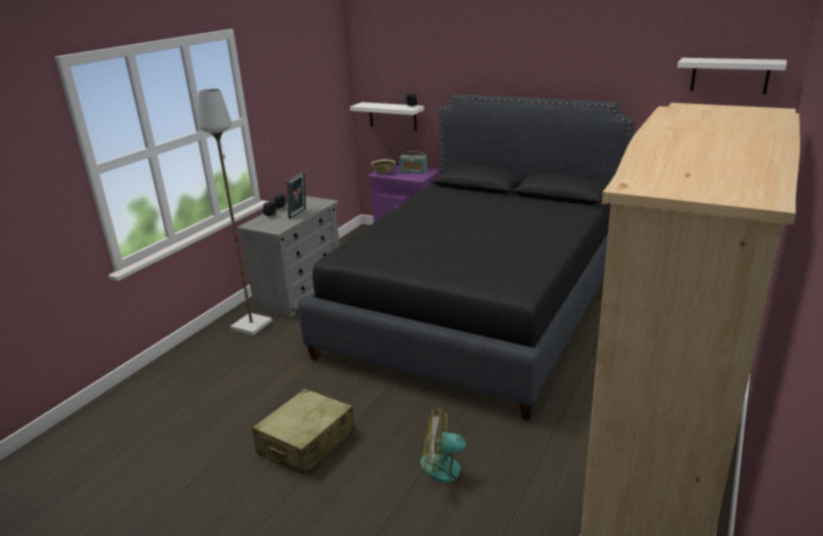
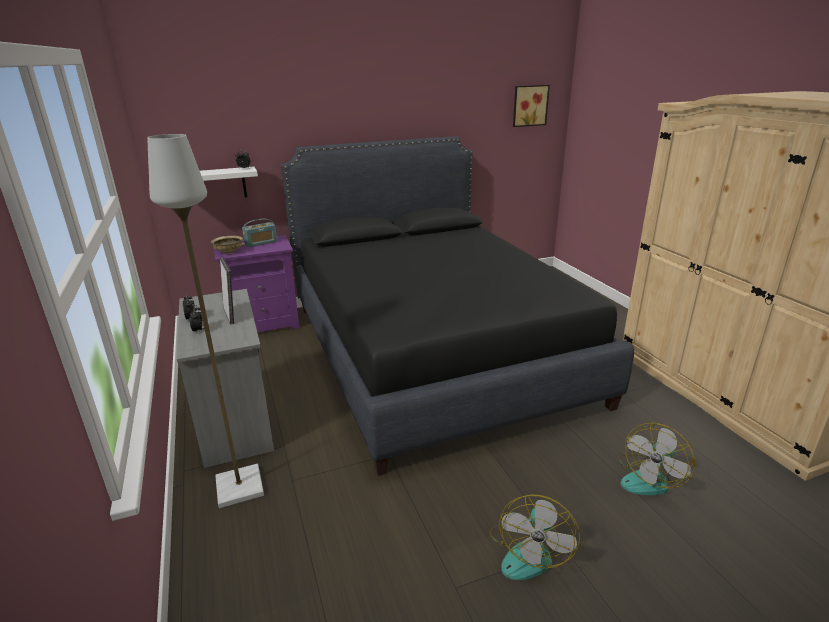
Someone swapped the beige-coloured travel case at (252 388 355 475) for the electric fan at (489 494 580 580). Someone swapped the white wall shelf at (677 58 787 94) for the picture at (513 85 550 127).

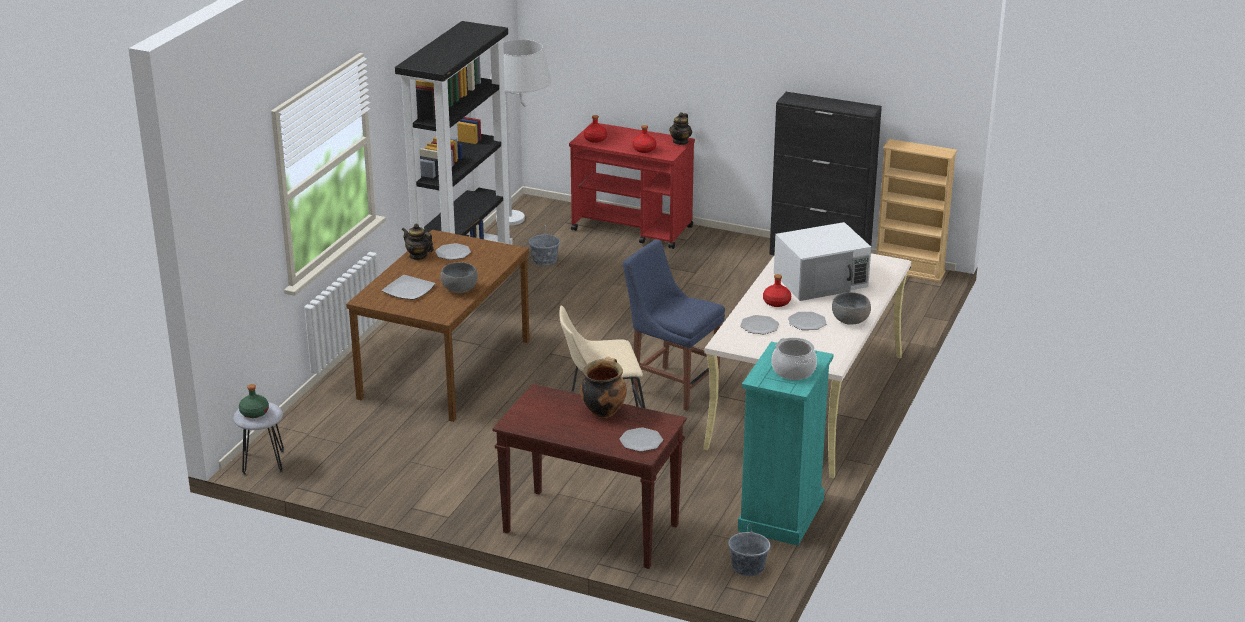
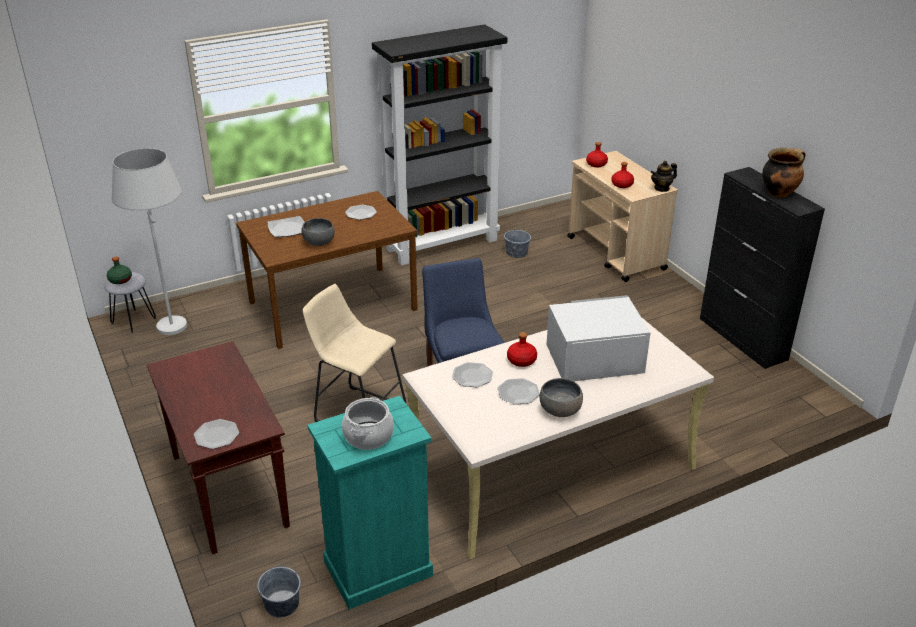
Someone took away the pot for tea at (402 224 434 260). Someone took away the beige-coloured bookshelf at (876 139 957 282). Someone carried the white floor lamp from (490 39 551 226) to (112 148 187 335). Someone carried the stockpot from (580 357 627 418) to (762 148 806 197). Someone repainted the reddish trolley at (569 122 695 249), which became the beige-coloured trolley at (567 151 678 282). Someone rotated the white microwave at (774 222 871 301) by 150 degrees clockwise.

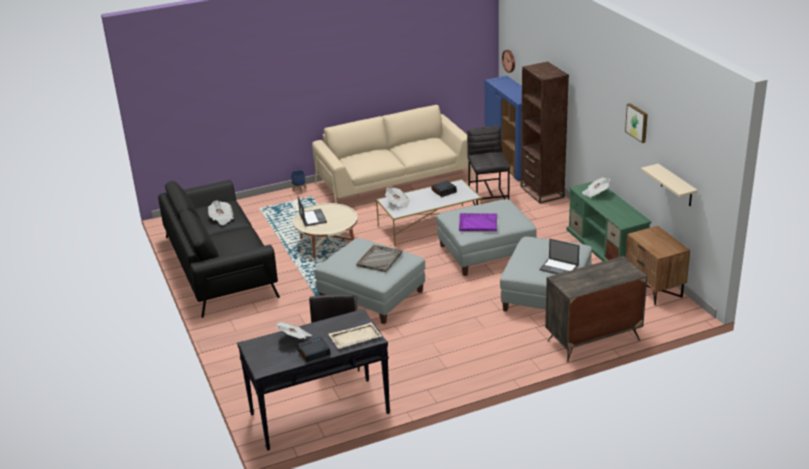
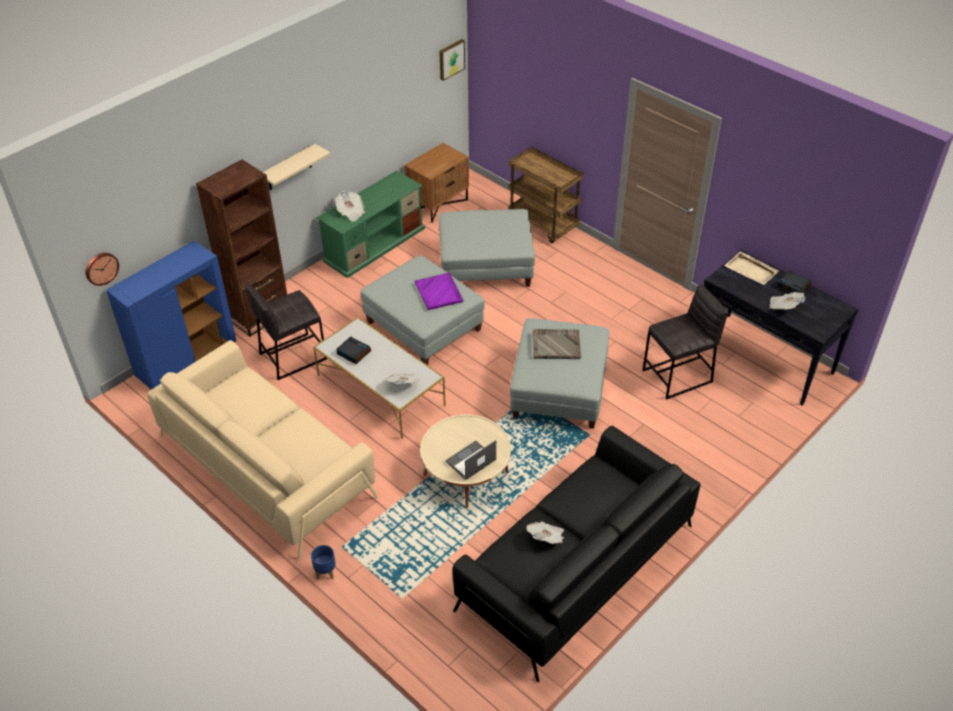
Someone took away the portable computer at (539 239 580 274). Someone carried the picture from (625 103 648 143) to (439 39 465 81). Someone carried the beige-coloured wall shelf from (641 164 698 206) to (263 144 330 190). Someone swapped the dresser at (545 256 647 362) for the brown-coloured trolley at (508 147 583 243).

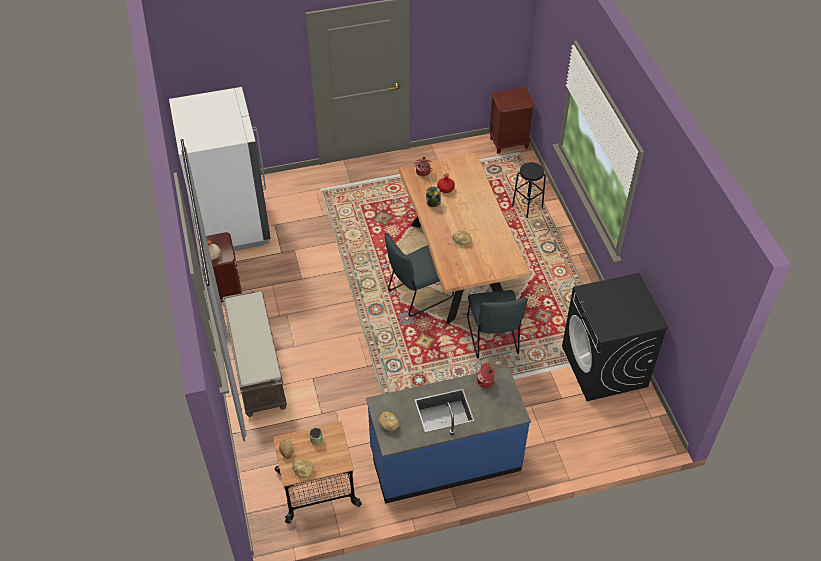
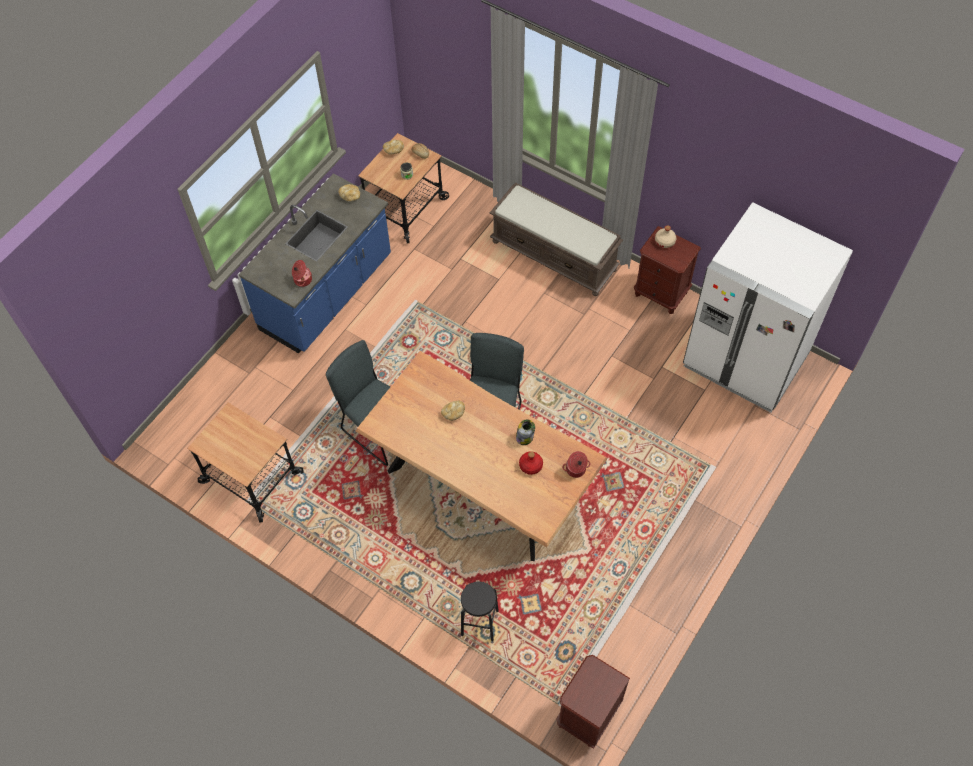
Someone swapped the black laundry machine at (562 273 669 401) for the trolley at (187 403 304 523).

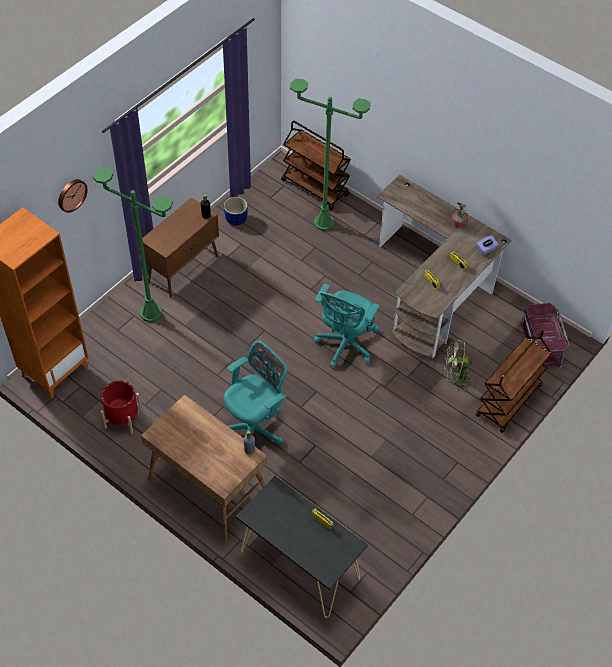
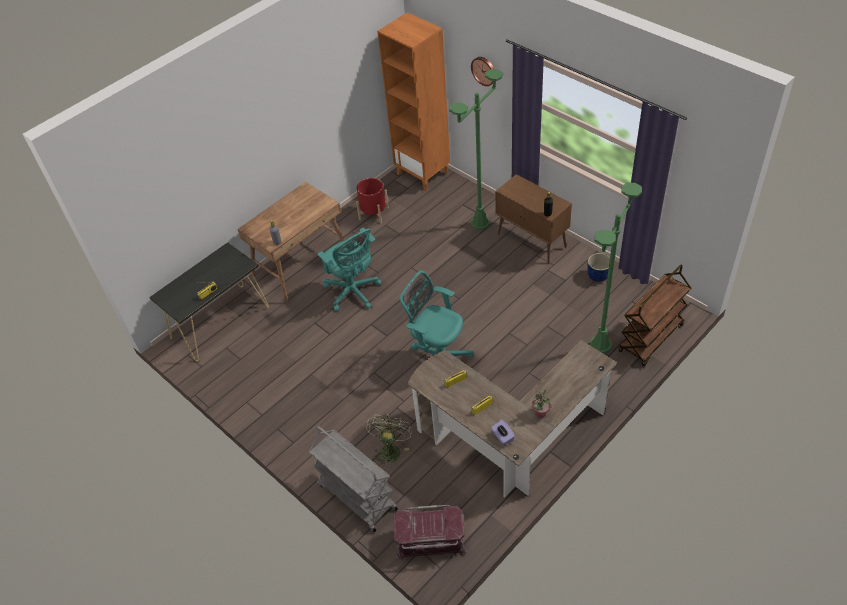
Someone repainted the brown-coloured trolley at (476 330 552 433), which became the grey trolley at (309 426 398 532).

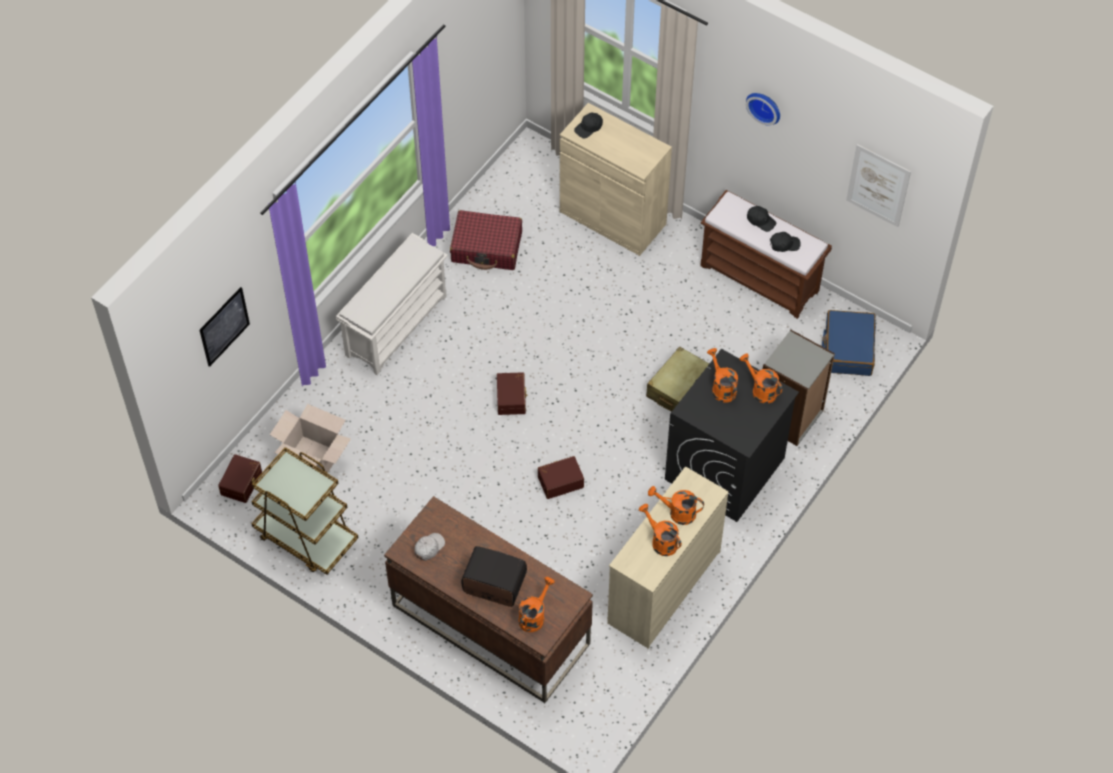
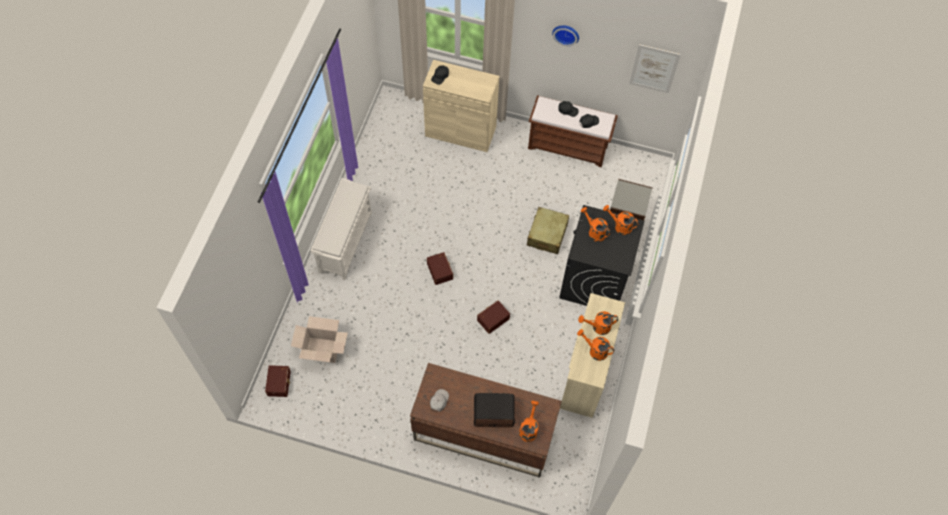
Someone took away the picture at (200 287 250 367). Someone took away the brown-coloured trolley at (251 447 358 575). Someone took away the reddish travel case at (450 210 522 270). Someone took away the blue-coloured travel case at (822 310 876 376).

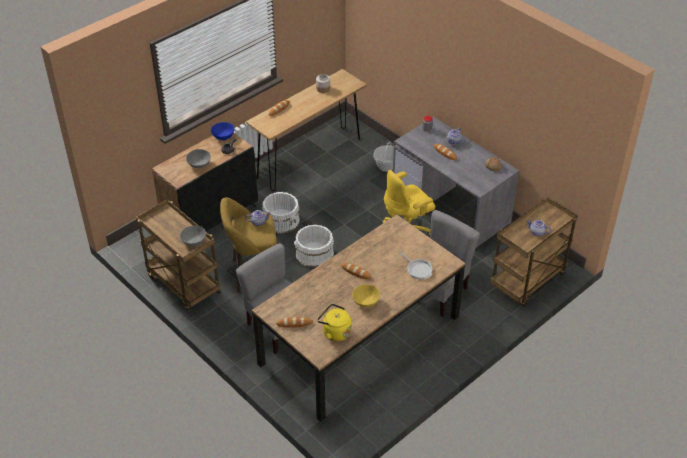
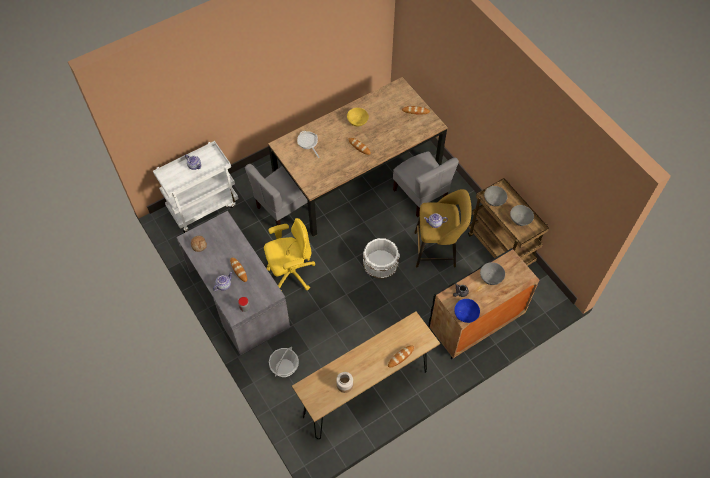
Someone took away the white pail at (262 192 300 234). Someone took away the yellow-coloured tea kettle at (317 304 352 341). Someone put down the grey deep dish at (510 205 534 226). Someone repainted the brown-coloured trolley at (490 197 578 307), which became the white trolley at (153 141 239 233).

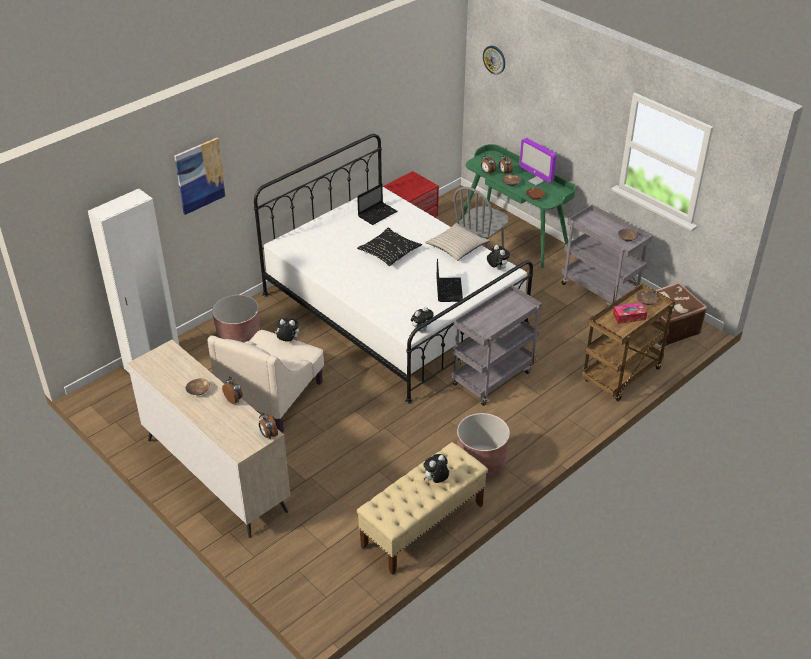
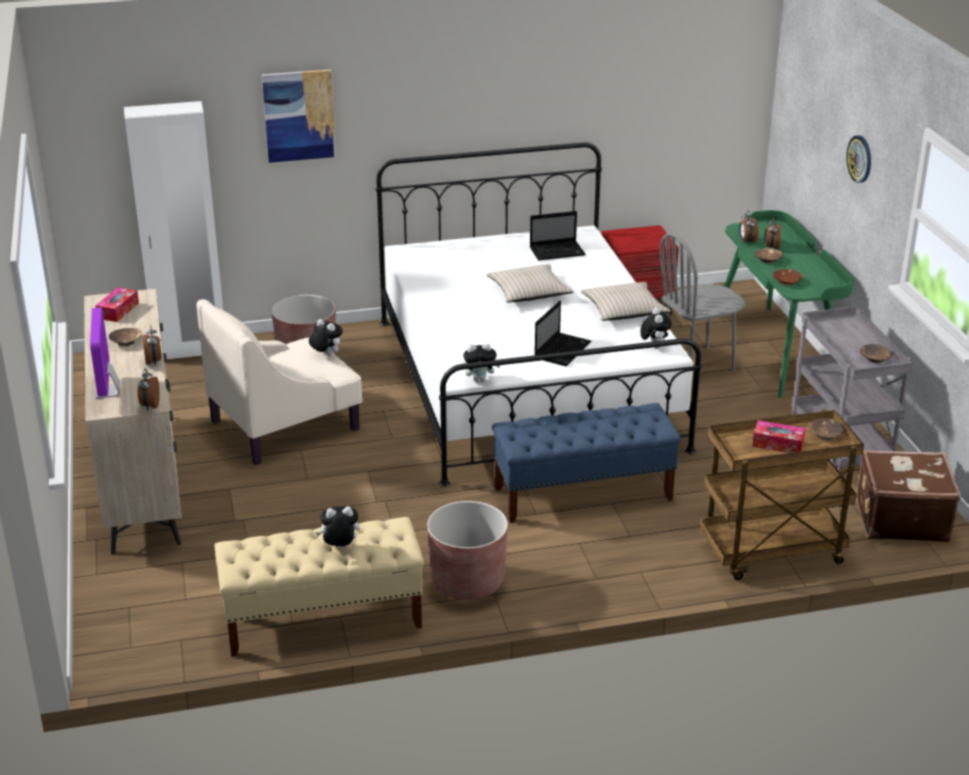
Someone put down the tissue box at (96 287 139 322). Someone carried the hanging clock from (483 46 505 75) to (846 135 871 183). Someone carried the computer display from (519 138 556 186) to (90 307 120 398). Someone swapped the grey trolley at (452 285 542 406) for the blue-coloured long seat at (492 403 681 523). Someone repainted the black pillow at (357 228 422 266), which became the beige-coloured pillow at (486 264 574 302).

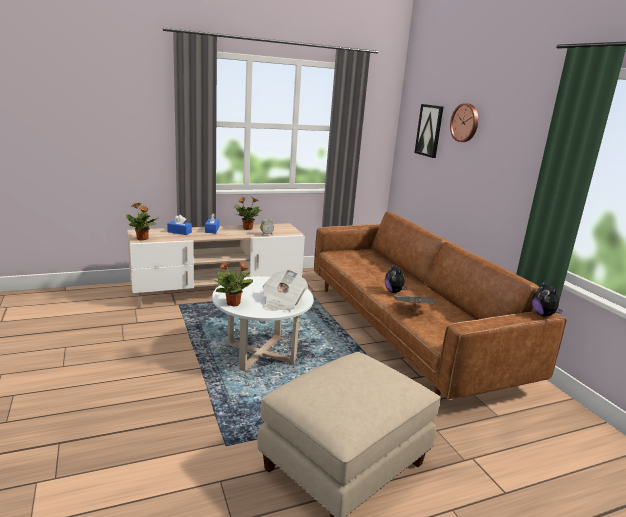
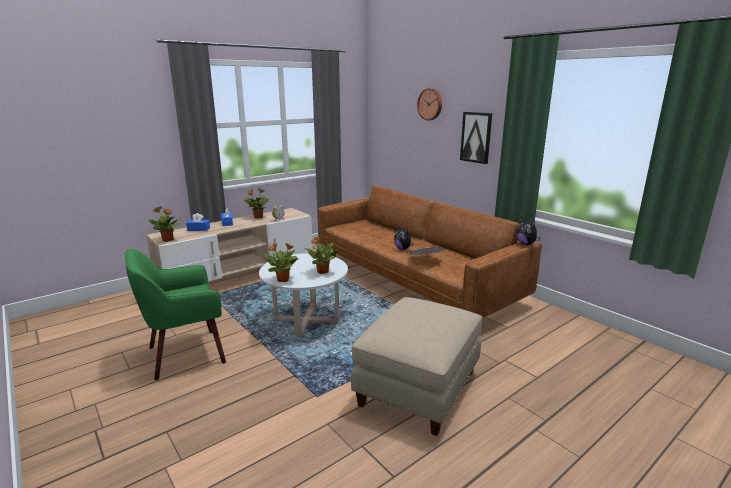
Someone put down the green-coloured armchair at (125 248 226 380). Someone carried the picture from (414 104 443 158) to (460 112 492 164). Someone swapped the newspaper at (262 270 308 311) for the plant in a pot at (305 236 340 274).

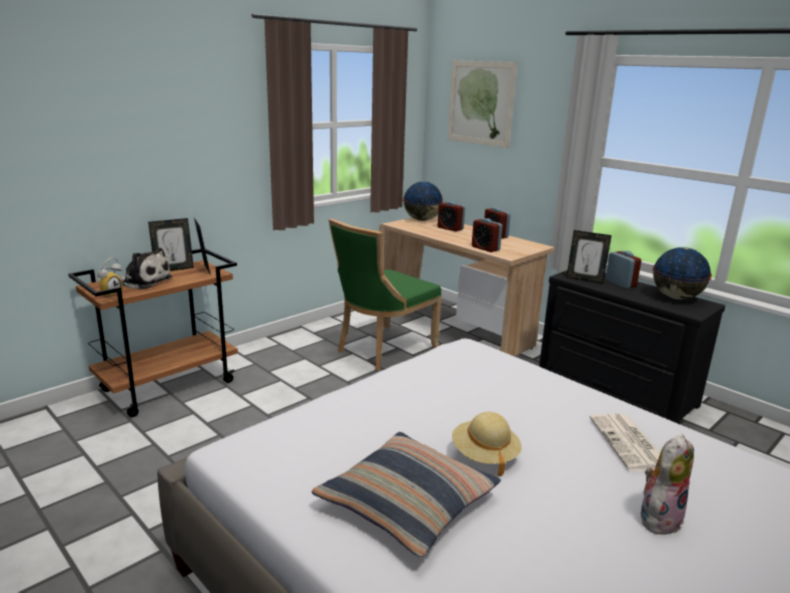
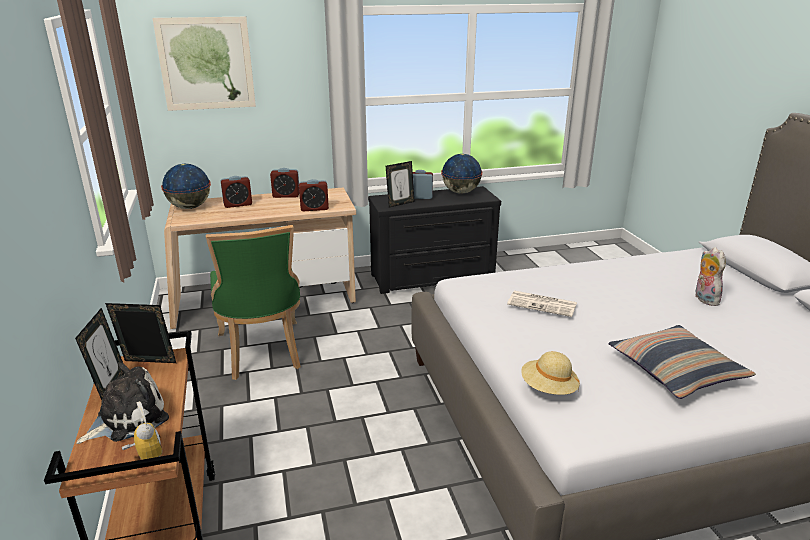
Someone carried the beige-coloured hat from (452 412 522 476) to (521 351 580 395). Someone carried the newspaper from (589 414 660 471) to (507 291 577 317).

